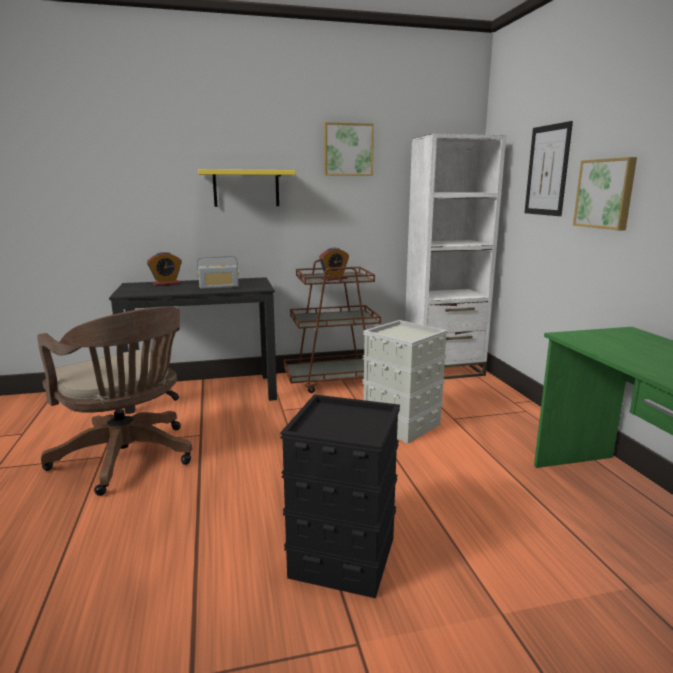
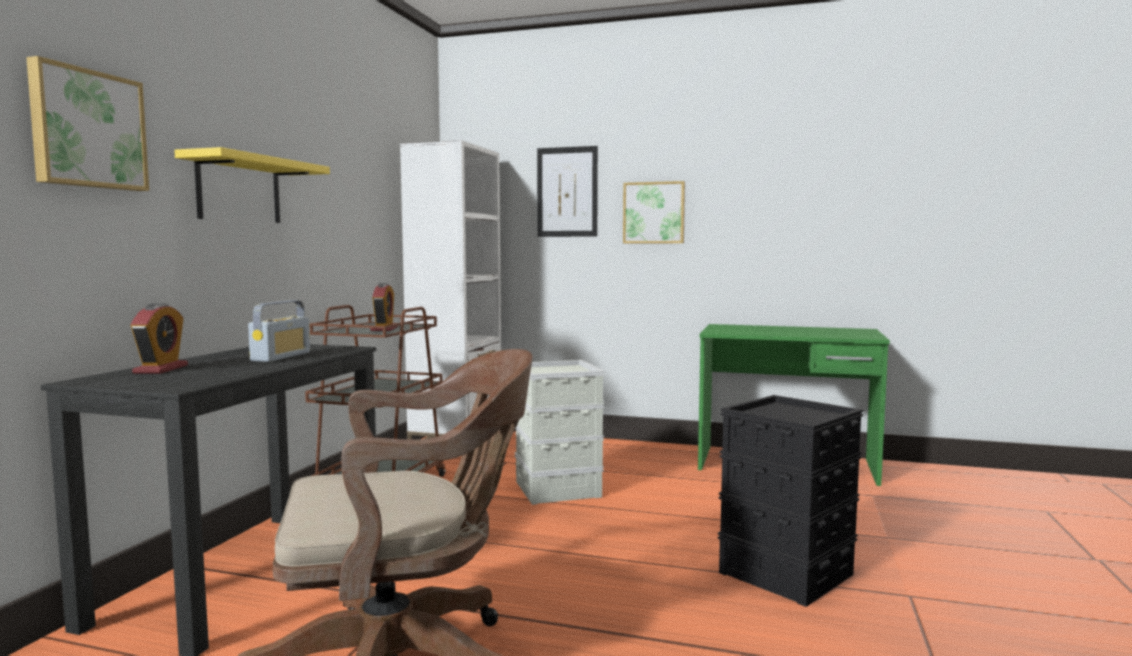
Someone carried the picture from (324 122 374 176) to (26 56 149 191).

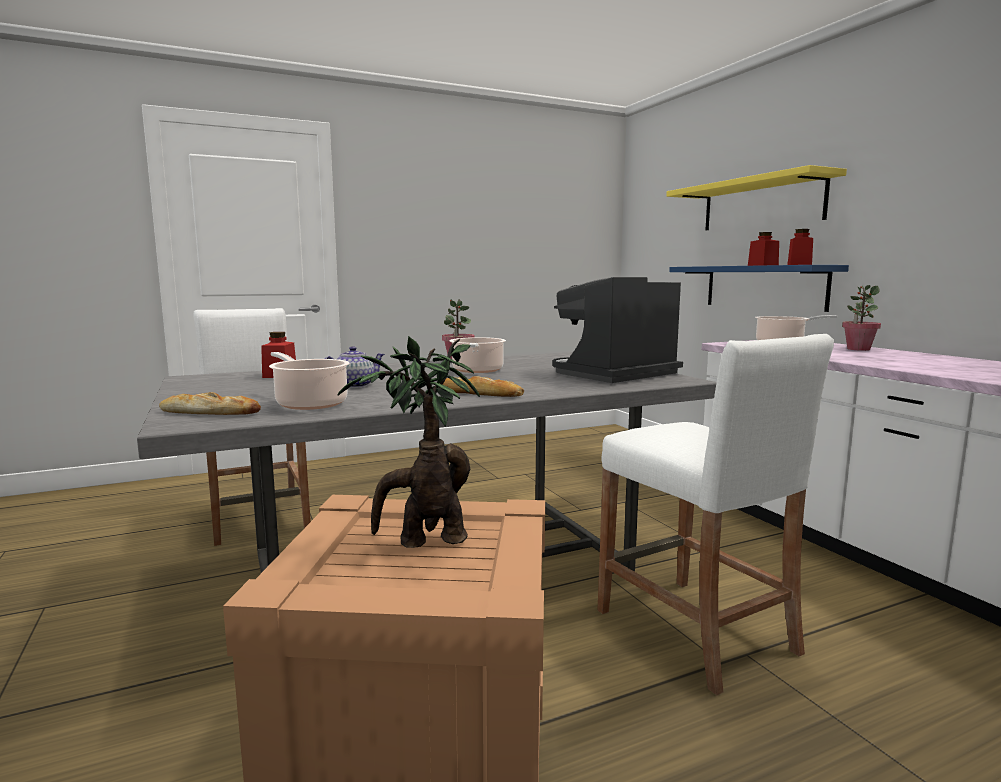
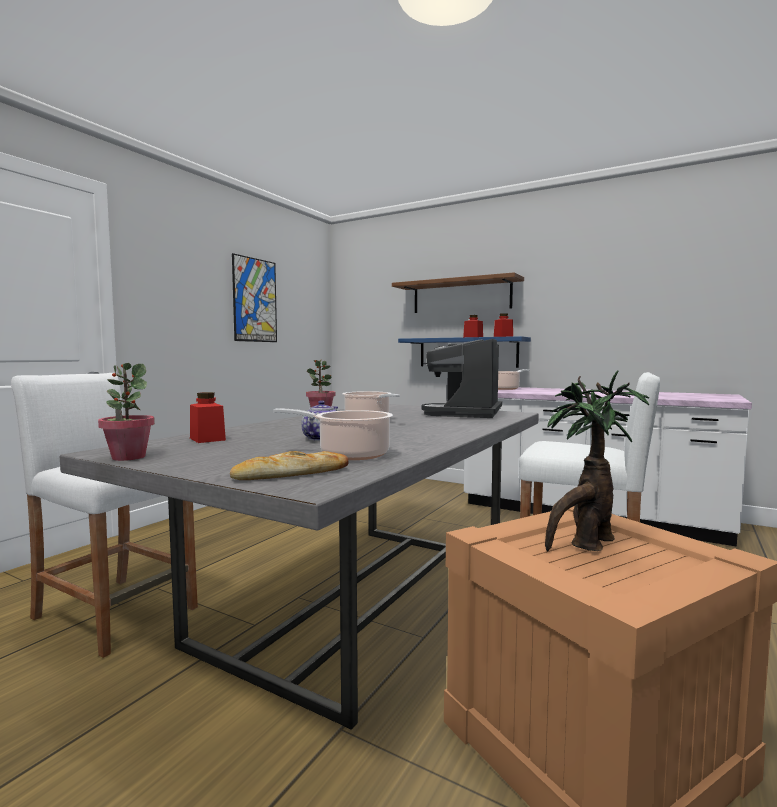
Someone took away the baked bread at (443 376 524 397). Someone put up the picture at (232 253 277 342). Someone carried the plant in a pot from (842 285 881 351) to (98 363 155 461). Someone repainted the yellow-coloured wall shelf at (666 165 847 230), which became the brown-coloured wall shelf at (392 272 524 313).

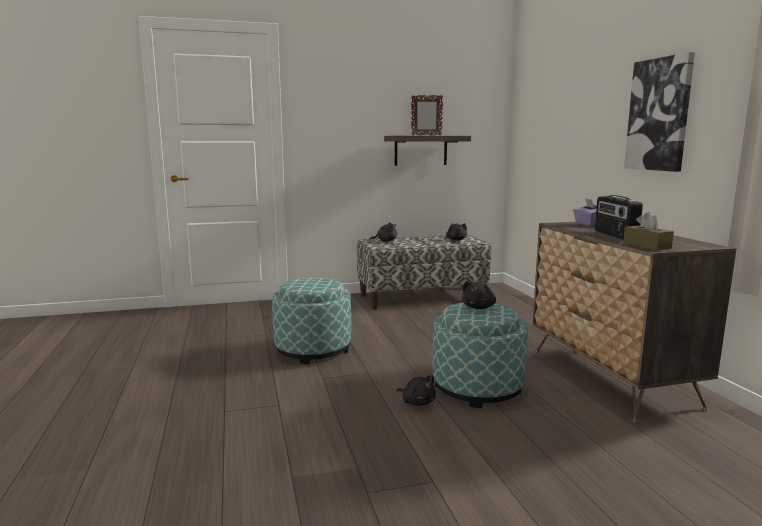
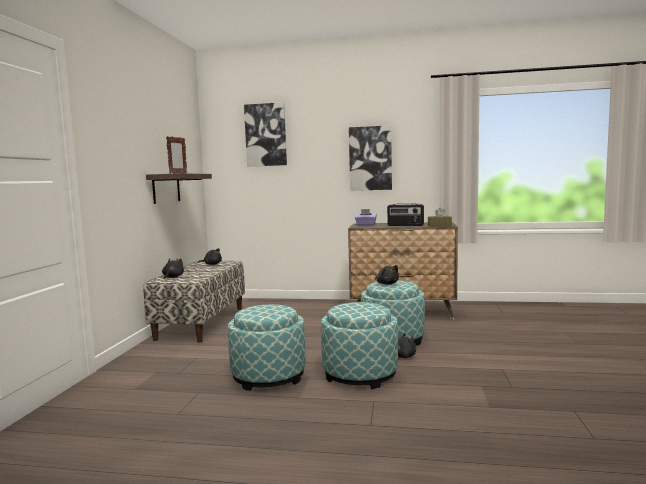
Someone put up the picture at (244 102 287 167). Someone put down the pouffe at (321 302 398 389).

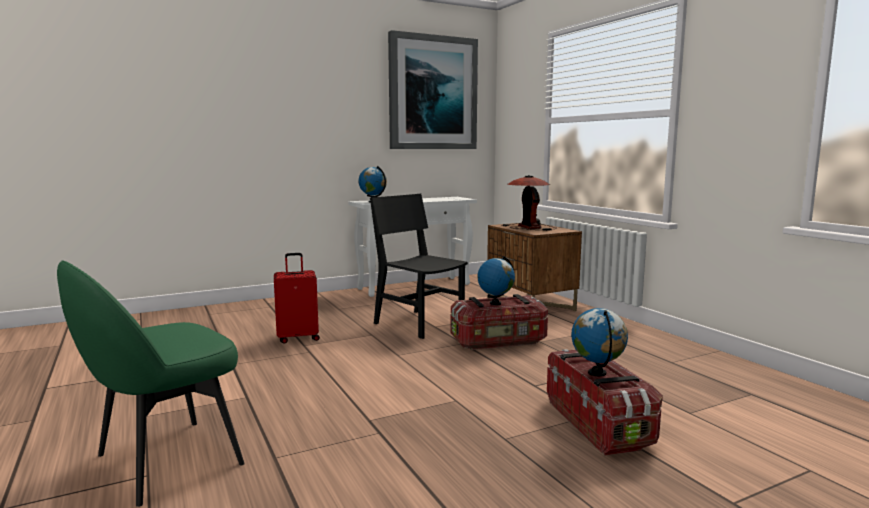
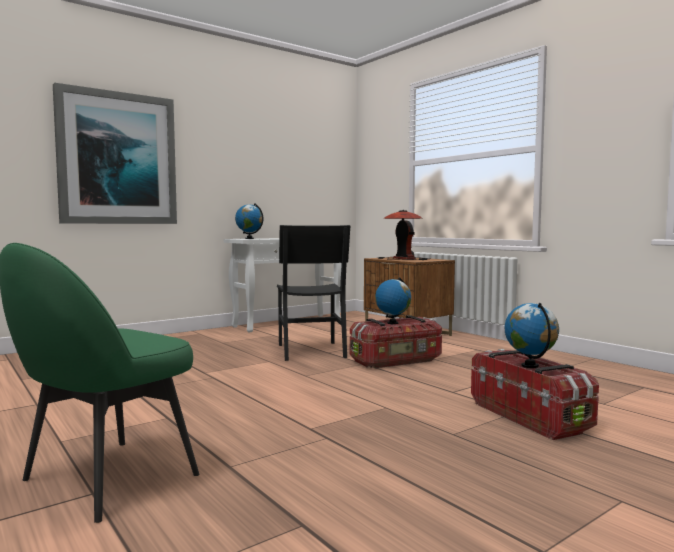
Someone took away the reddish travel case at (274 253 320 344). Someone carried the picture from (388 30 478 149) to (53 83 177 224). Someone rotated the black upright chair at (370 194 468 339) by 135 degrees counterclockwise.

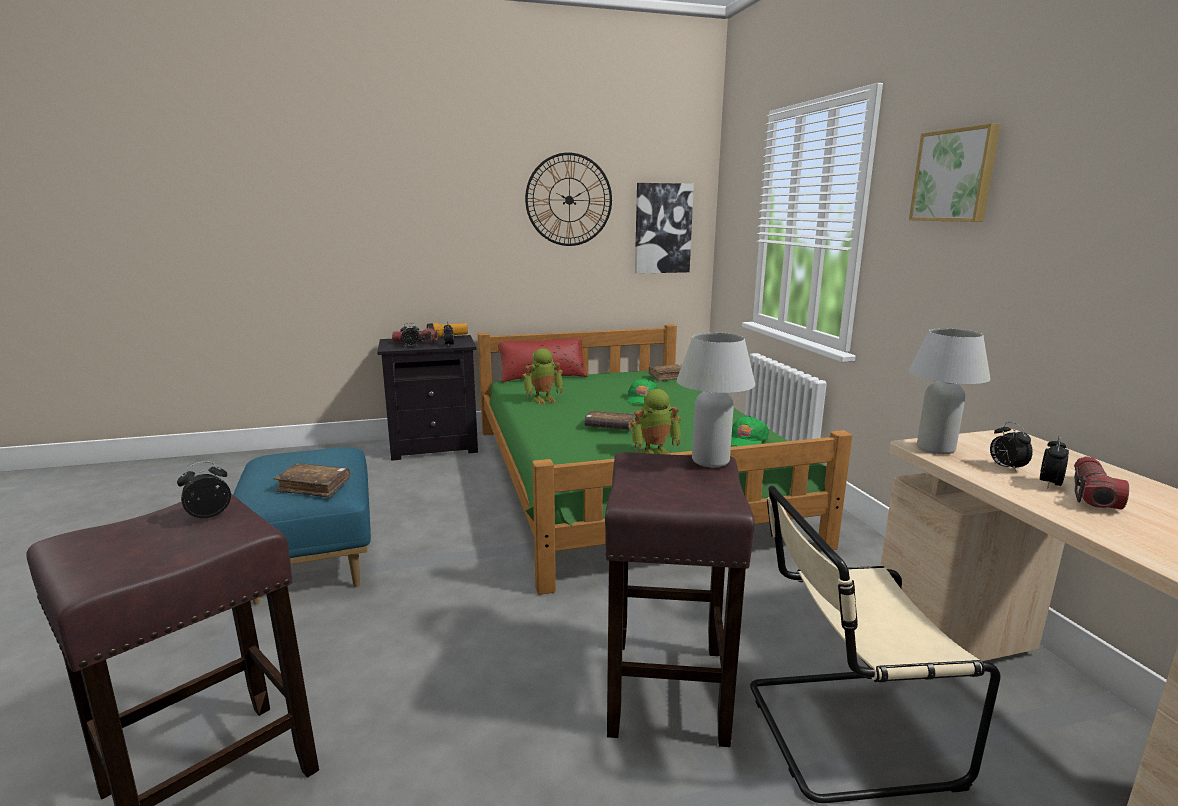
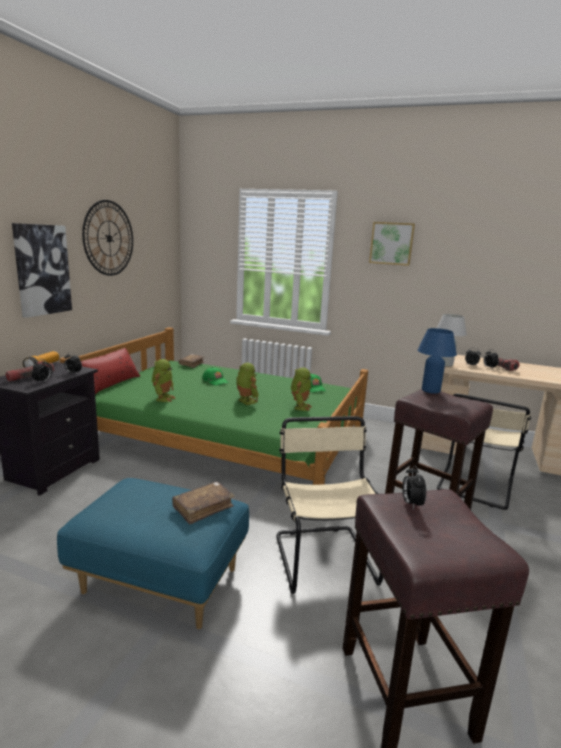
Someone put down the beige-coloured upright chair at (276 416 383 594). Someone carried the picture from (635 183 694 274) to (12 223 72 318). Someone swapped the brown-coloured volume at (585 411 635 430) for the toy robot at (236 363 259 405). Someone repainted the white tabletop lamp at (677 333 755 467), which became the blue-coloured tabletop lamp at (418 328 457 394).

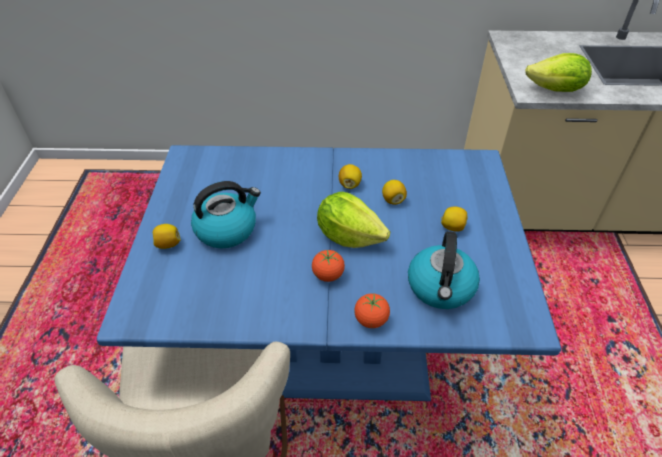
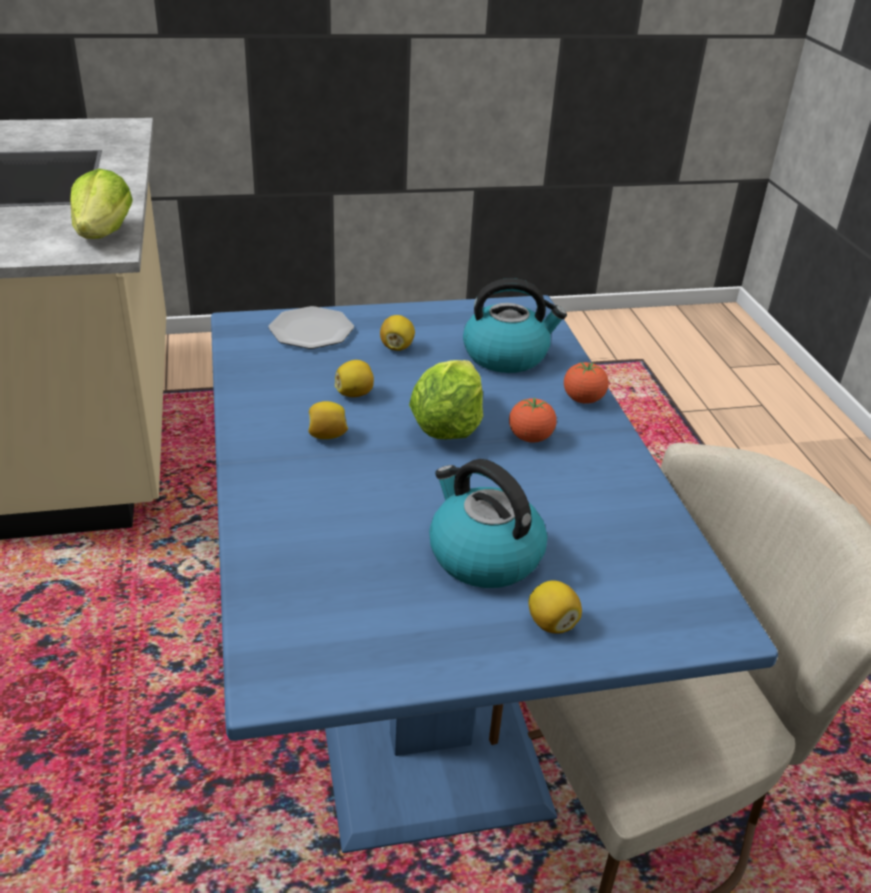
Someone put down the flat dish at (268 306 354 349).

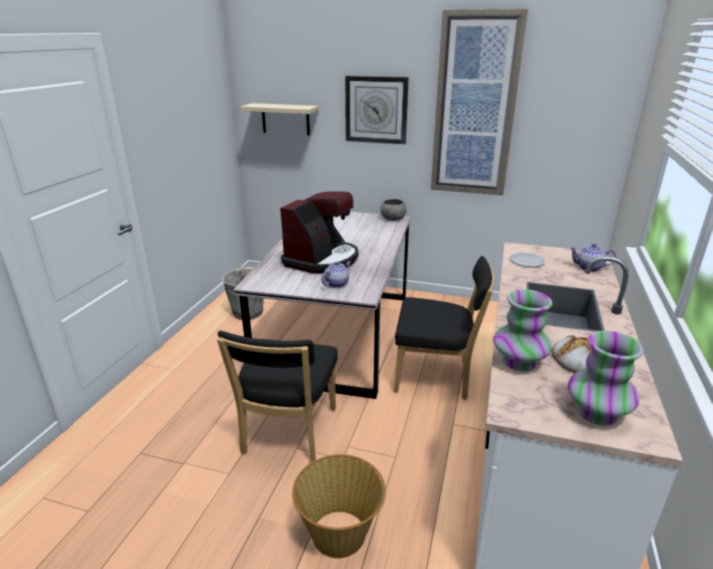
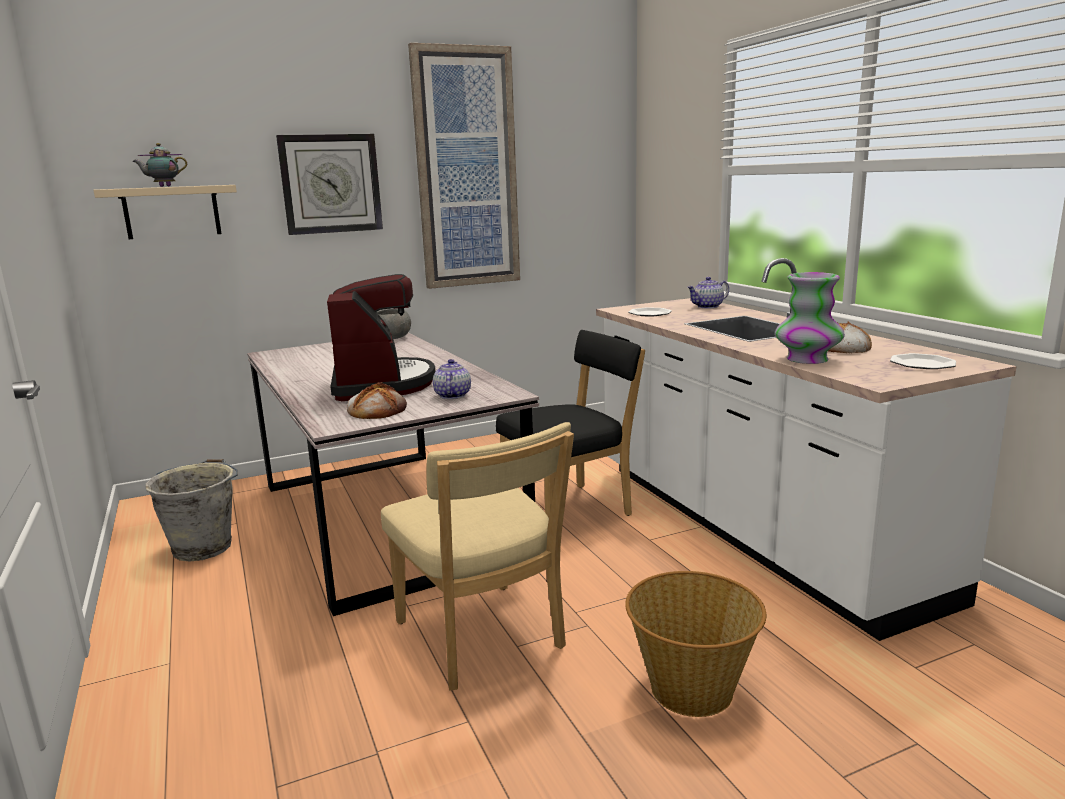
Someone put down the pot for tea at (132 143 187 187). Someone put down the baked bread at (347 382 407 419). Someone swapped the flower vase at (568 331 644 425) for the flat dish at (890 353 956 369). Someone repainted the black upright chair at (217 331 338 462), which became the beige-coloured upright chair at (381 422 574 691).

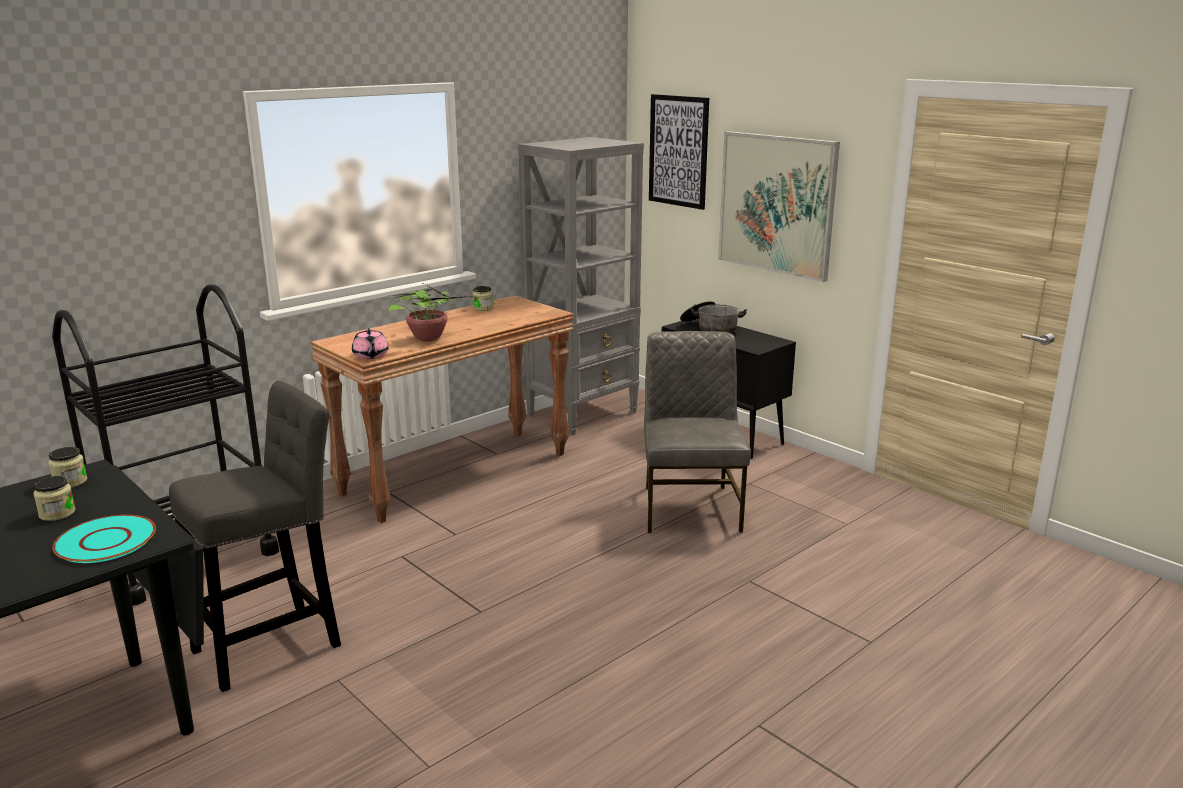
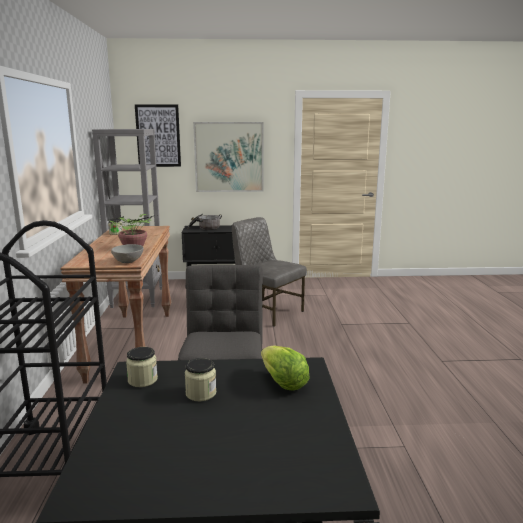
Someone swapped the turquoise-coloured flat dish at (52 515 156 563) for the lettuce at (261 345 310 390). Someone swapped the pinkish pot for tea at (352 328 389 359) for the grey deep dish at (111 244 144 263).

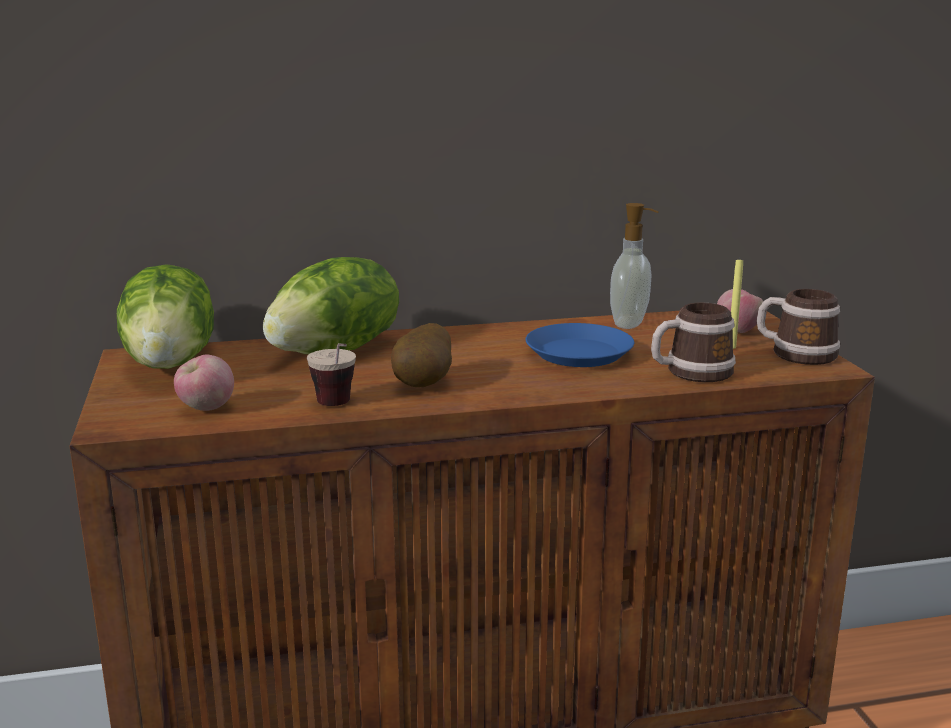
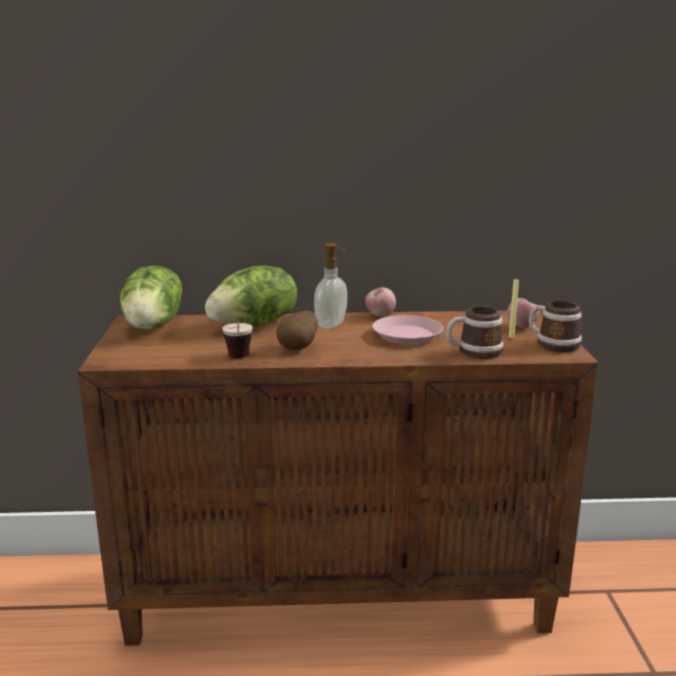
Someone carried the whole apple from (174 354 234 411) to (365 287 396 317). Someone carried the soap dispenser from (610 203 659 329) to (314 243 347 329). Someone repainted the blue-coloured flat dish at (526 323 634 367), which became the pinkish flat dish at (372 315 443 344).

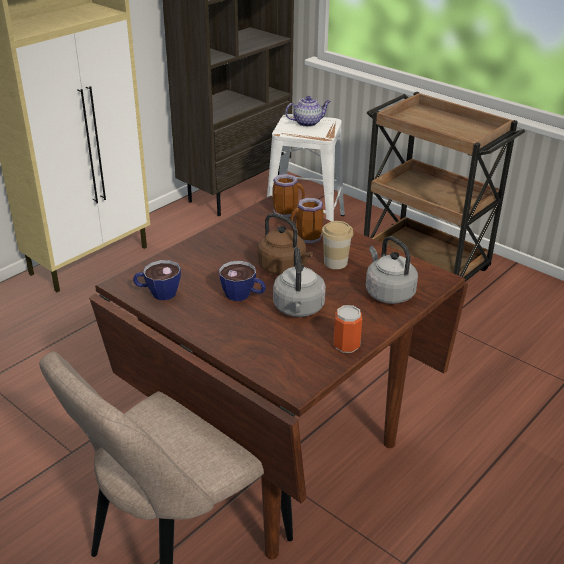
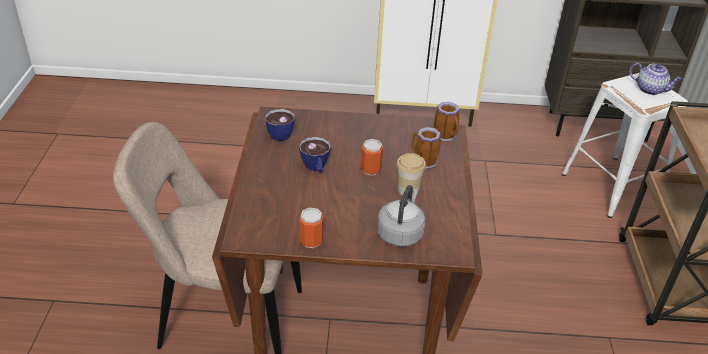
Someone took away the grey tea kettle at (273 247 326 317). Someone swapped the brown-coloured tea kettle at (257 213 313 275) for the sealed can at (360 139 383 176).

